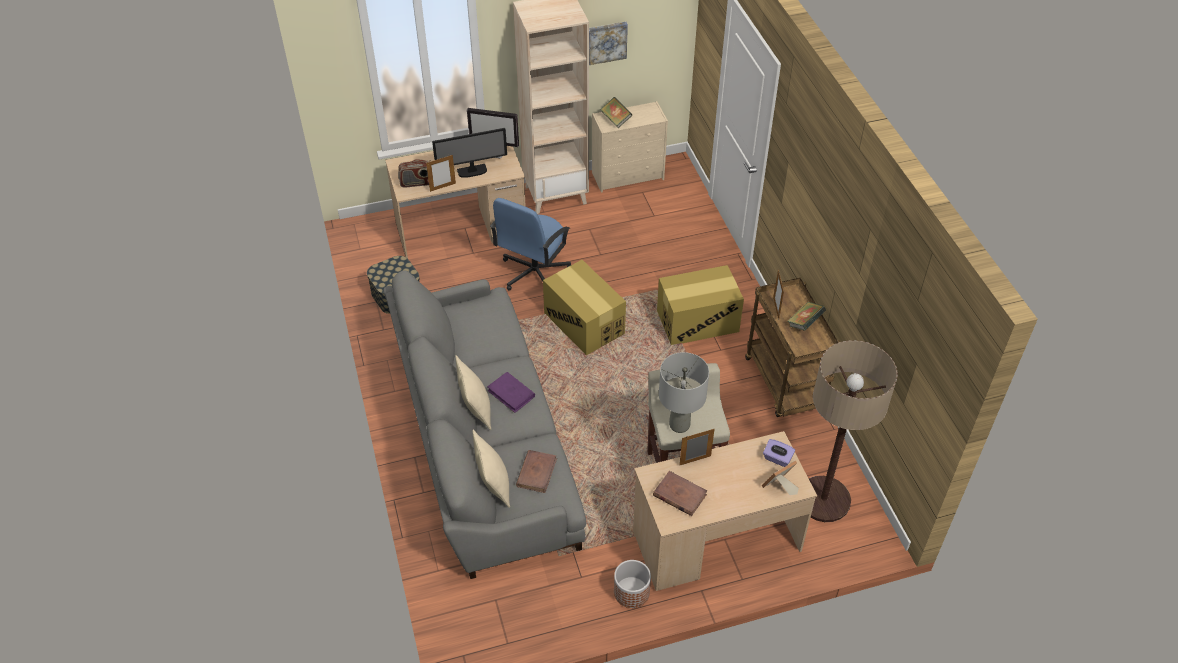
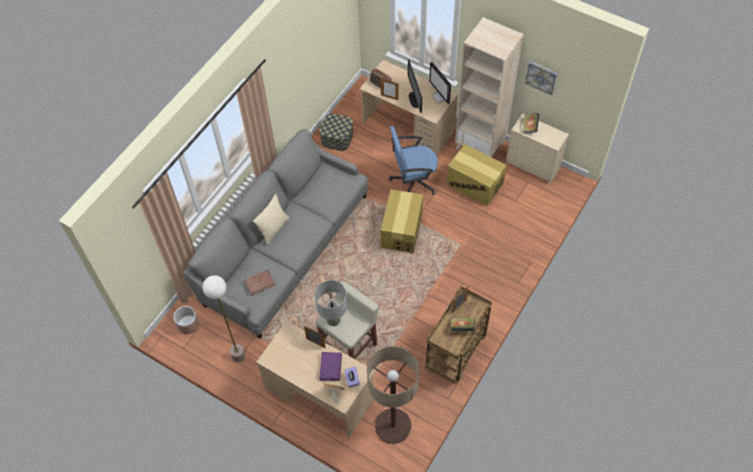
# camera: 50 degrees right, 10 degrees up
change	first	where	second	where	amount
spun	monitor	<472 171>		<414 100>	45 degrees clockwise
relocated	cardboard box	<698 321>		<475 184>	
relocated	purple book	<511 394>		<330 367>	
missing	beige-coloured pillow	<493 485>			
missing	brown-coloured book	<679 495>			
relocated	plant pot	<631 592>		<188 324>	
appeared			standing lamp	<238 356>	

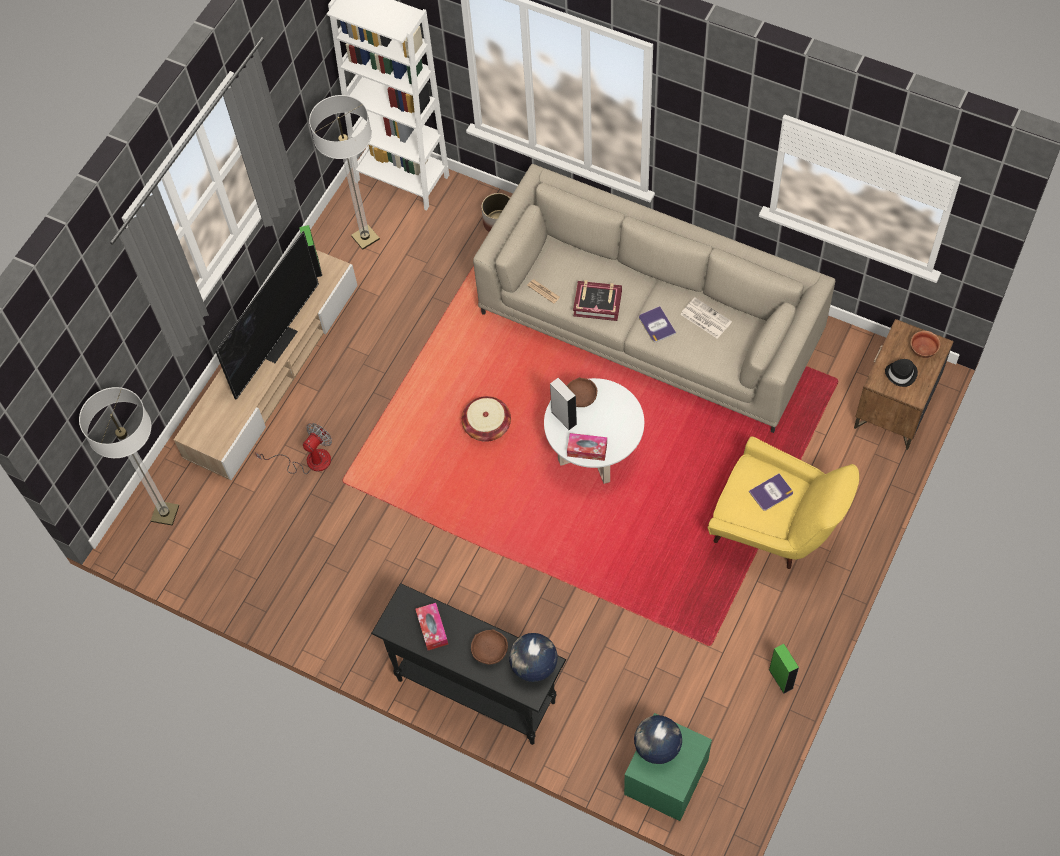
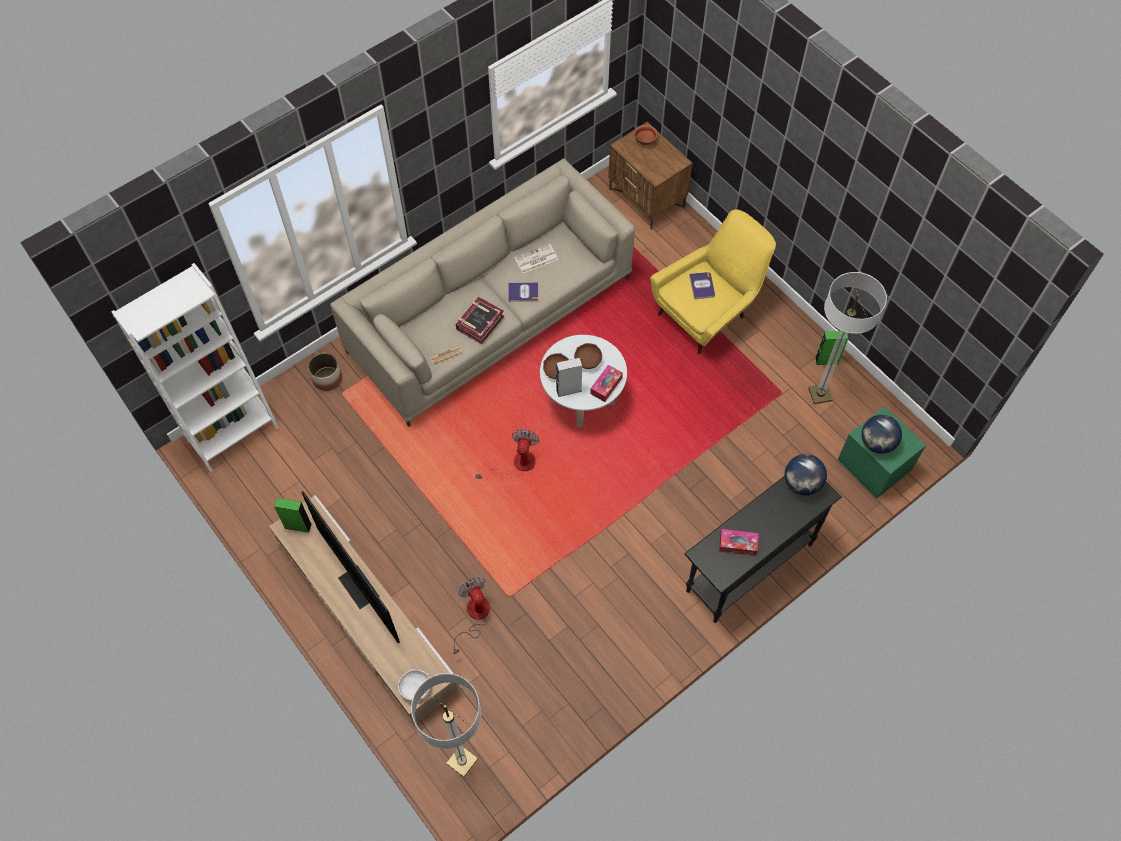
# camera: 70 degrees left, 0 degrees up
change	first	where	second	where	amount
relocated	standing lamp	<365 238>		<820 394>	
missing	blackish wearable hat	<901 374>			
exchanged	household basket	<487 426>	fan	<516 465>	
relocated	brown-coloured bowl	<490 651>		<588 360>	
appeared			white bowl	<415 687>	

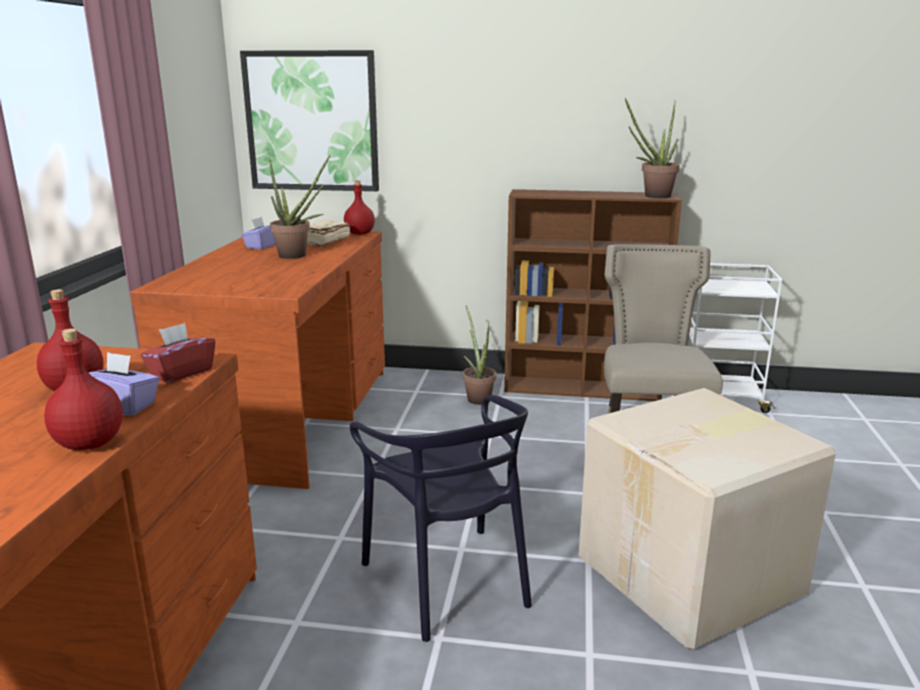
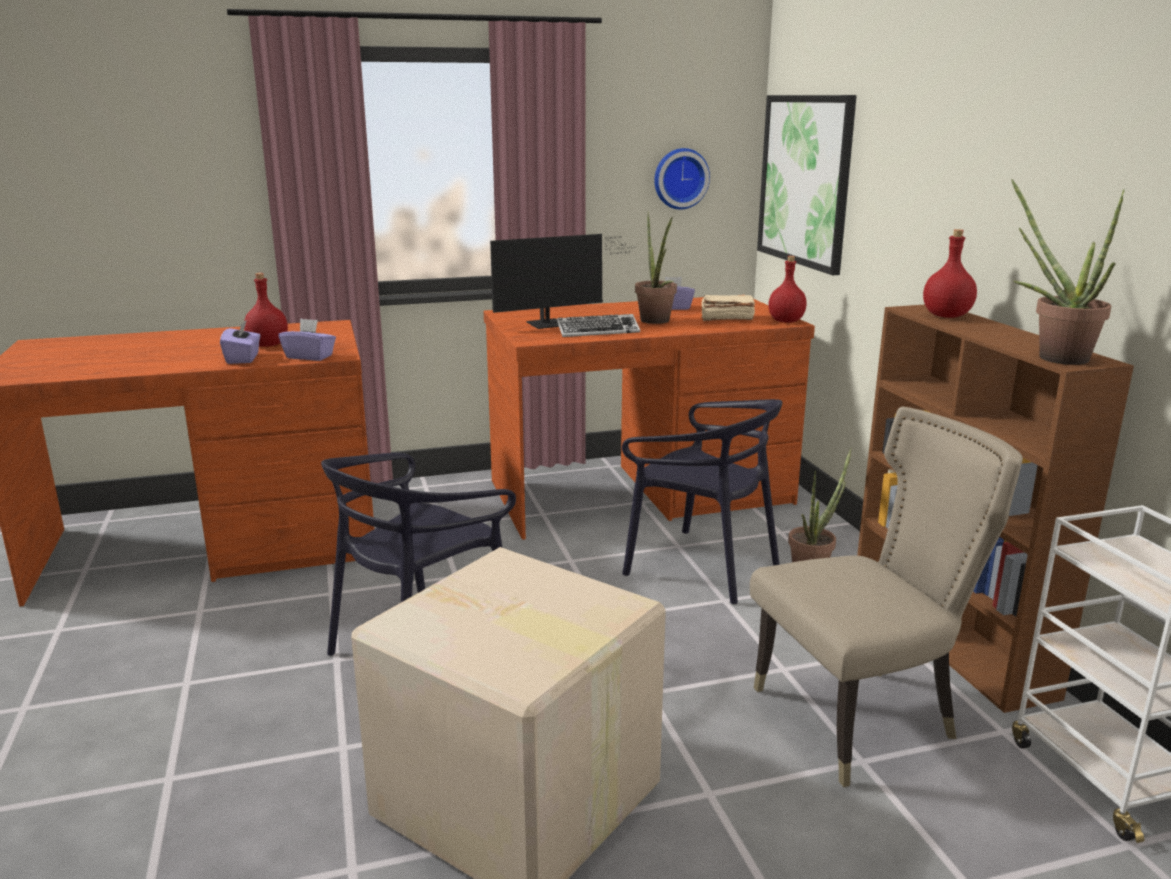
# camera: 65 degrees right, 0 degrees up
change	first	where	second	where	amount
colour	red-coloured tissue holder	<181 373>	purple tissue holder	<309 357>	
relocated	red-coloured bottle	<91 444>		<947 316>	
appeared			clock on the wall	<680 178>	
appeared			monitor	<553 324>	
appeared			keyboard	<598 331>	
appeared			blackish chair	<702 567>	

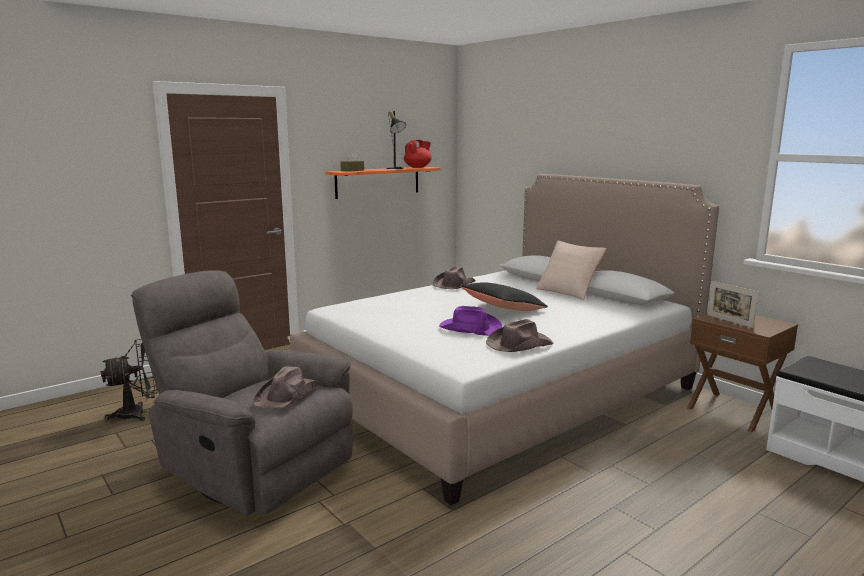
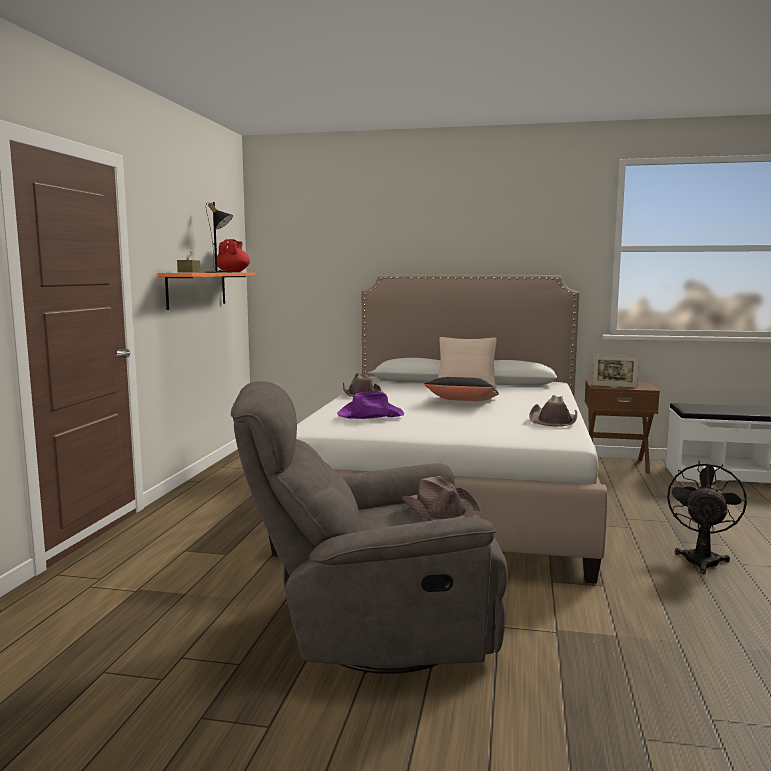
# camera: 40 degrees left, 5 degrees down
change	first	where	second	where	amount
relocated	purple wearable hat	<469 328>		<369 415>	
relocated	blackish fan	<138 413>		<701 558>	

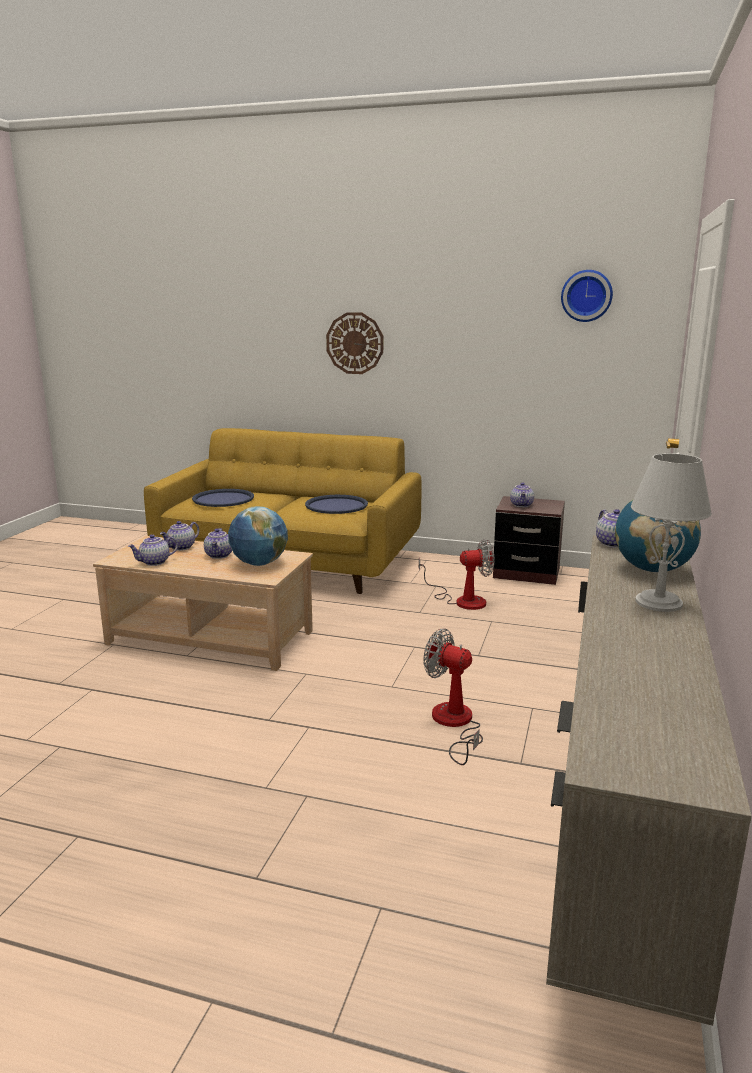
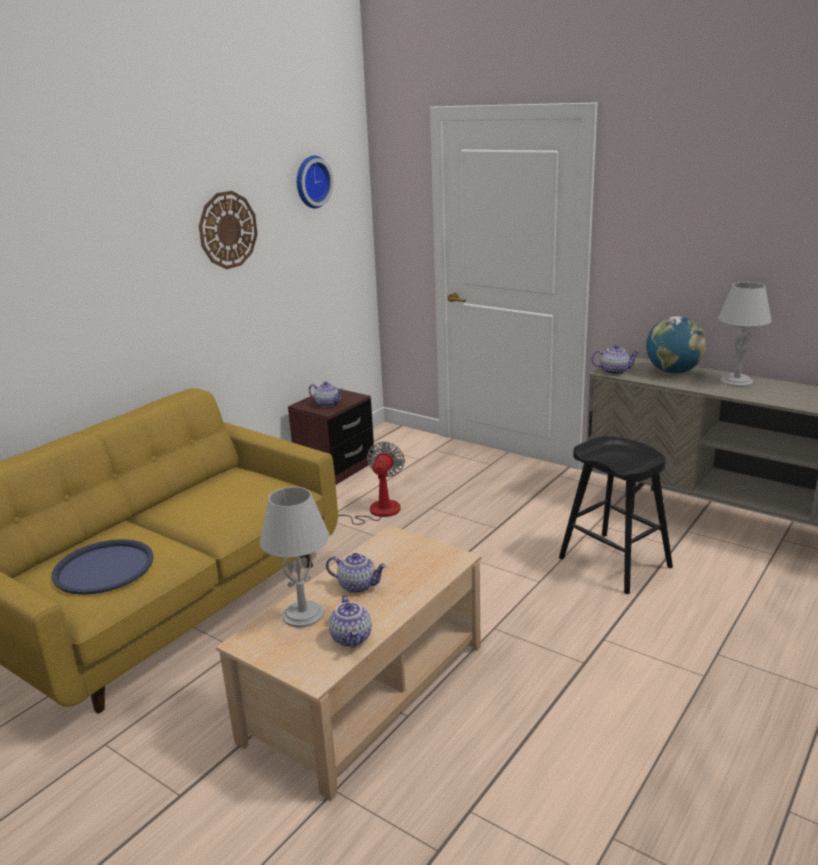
# camera: 70 degrees left, 5 degrees up
change	first	where	second	where	amount
relocated	clock on the wall	<355 343>		<228 230>	
missing	blue-coloured tray	<336 505>			
missing	world globe	<259 564>			
exchanged	teapot	<181 547>	greyish tabletop lamp	<303 614>	
exchanged	fan	<454 724>	blackish stool seat	<614 562>	

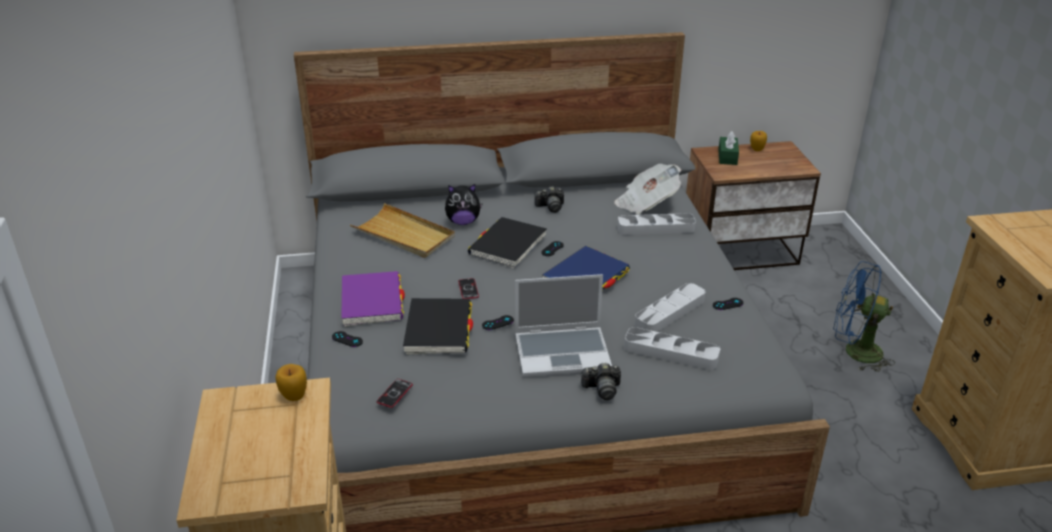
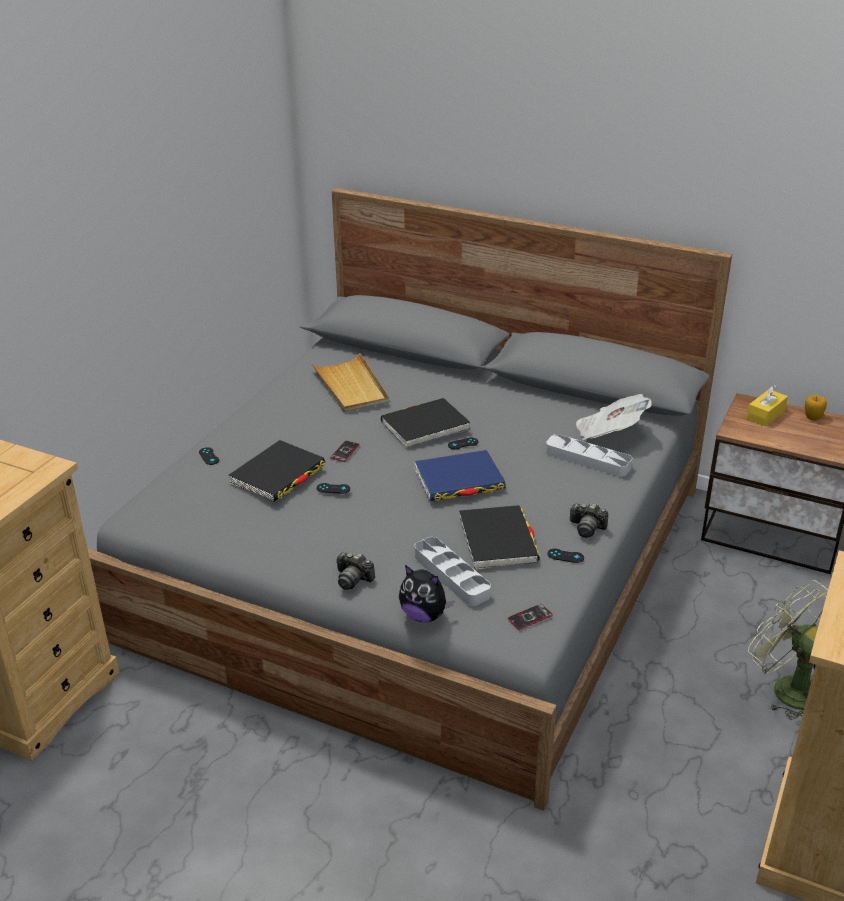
# camera: 35 degrees right, 0 degrees up
change	first	where	second	where	amount
colour	green tissue holder	<727 157>	yellowish tissue holder	<765 415>	
relocated	soft toy	<463 222>		<424 615>	
relocated	photo camera	<550 207>		<587 528>	
colour	blue-coloured fan	<854 352>	green fan	<786 688>	
missing	purple book	<372 302>			
missing	laptop	<563 352>			
exchanged	greyish tray	<670 312>	blackish book	<498 541>	
missing	whole apple	<294 396>			
relocated	handset	<394 393>		<530 617>	

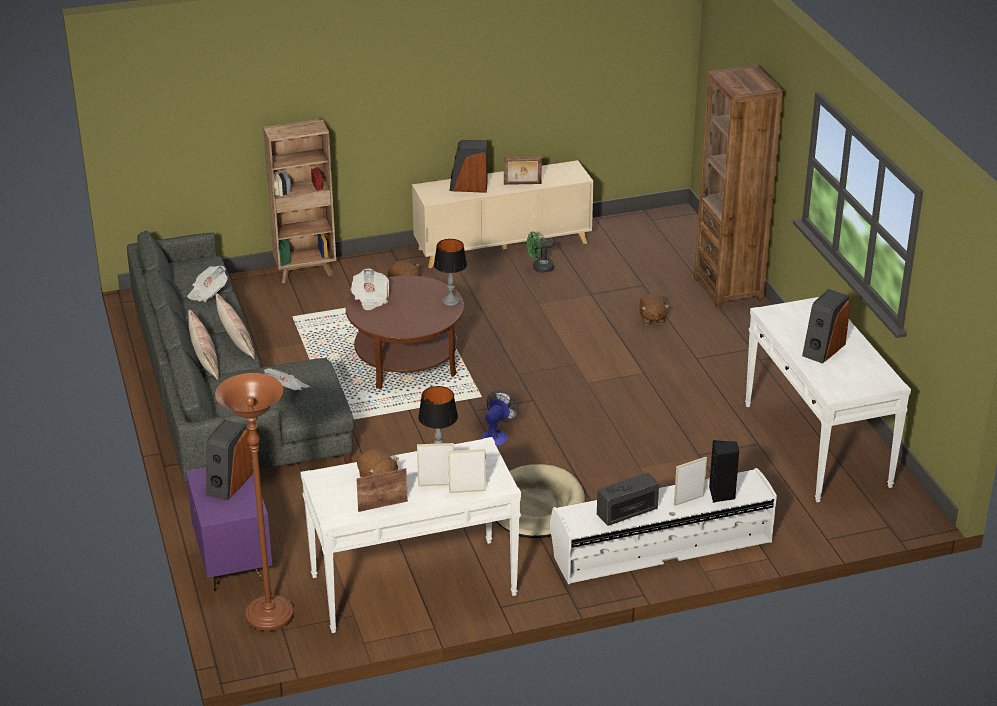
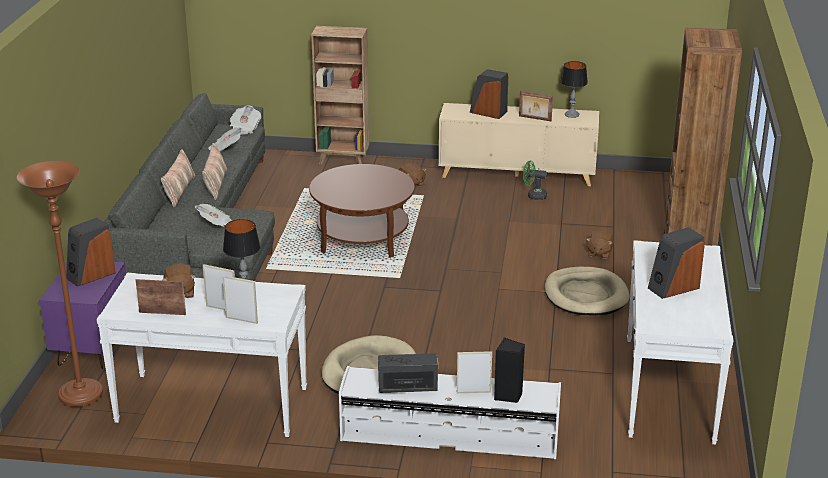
# camera: 25 degrees right, 5 degrees down
change	first	where	second	where	amount
relocated	tabletop lamp	<451 301>		<572 115>	
relocated	newspaper	<370 299>		<244 129>	
missing	fan	<497 435>			
appeared			beige-coloured pet bed	<585 295>	

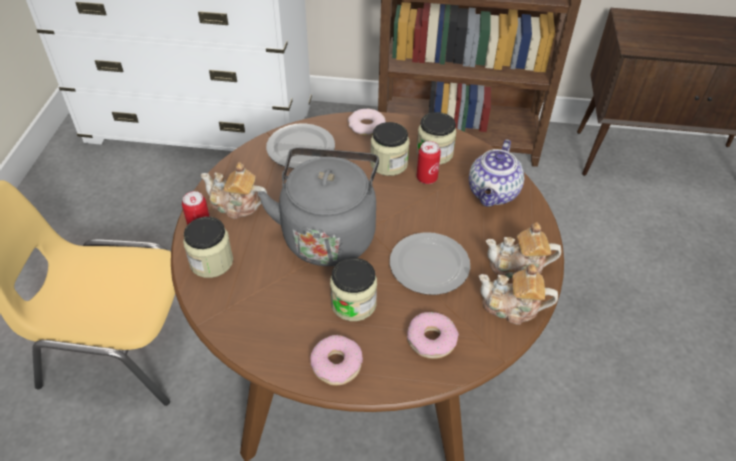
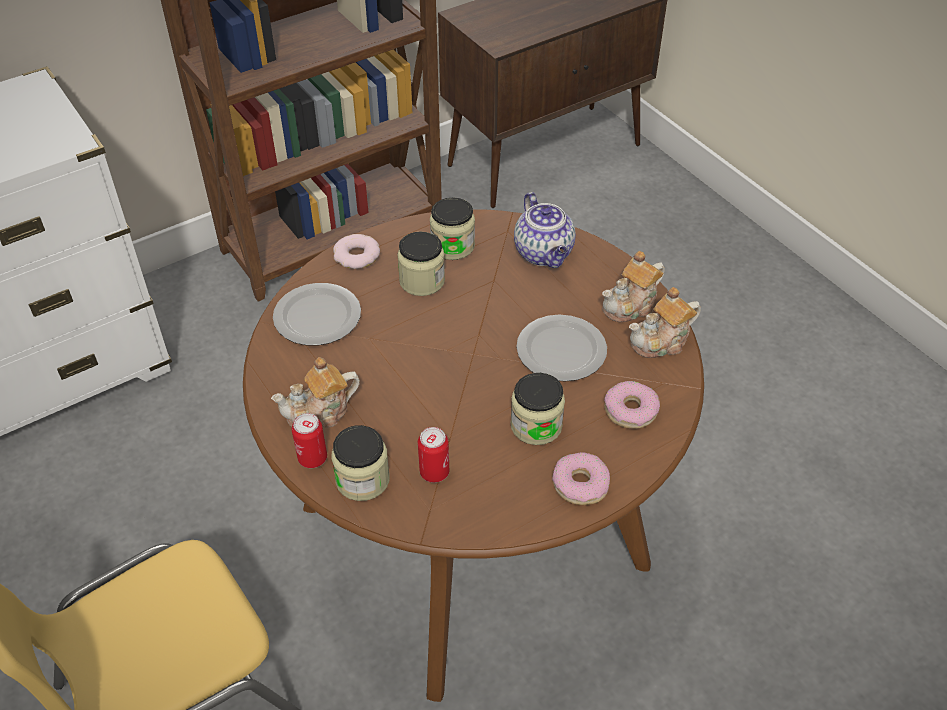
# camera: 40 degrees left, 0 degrees up
change	first	where	second	where	amount
relocated	sealed can	<426 178>		<434 472>	
missing	greyish kettle	<328 233>			

